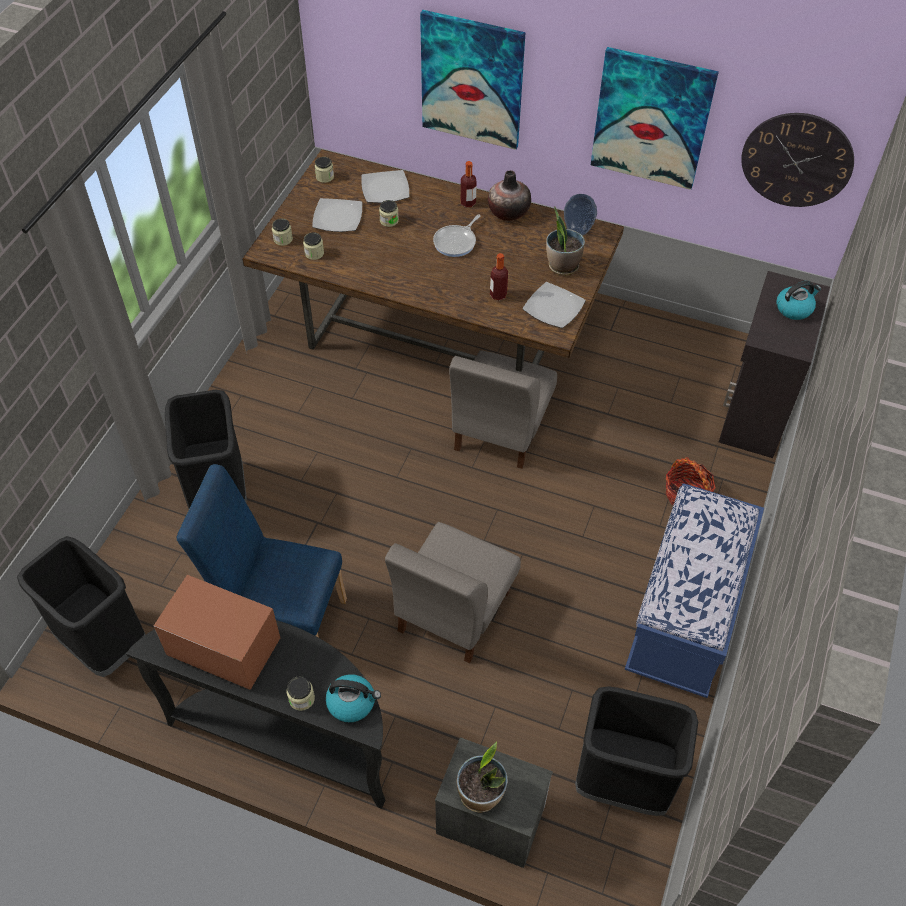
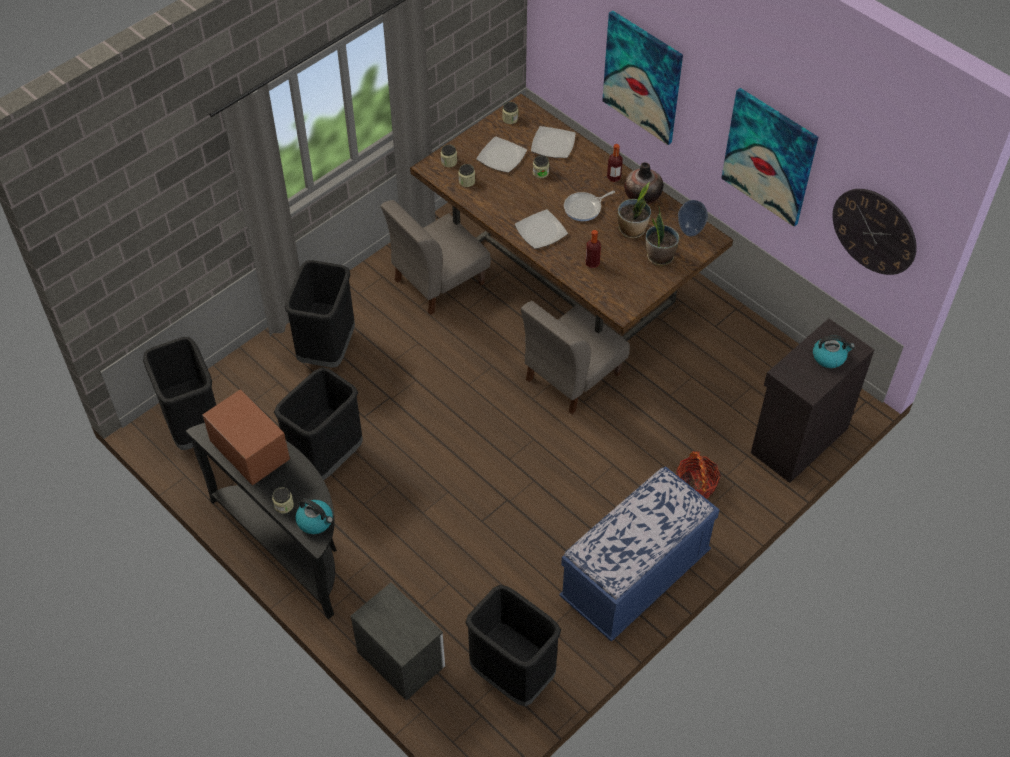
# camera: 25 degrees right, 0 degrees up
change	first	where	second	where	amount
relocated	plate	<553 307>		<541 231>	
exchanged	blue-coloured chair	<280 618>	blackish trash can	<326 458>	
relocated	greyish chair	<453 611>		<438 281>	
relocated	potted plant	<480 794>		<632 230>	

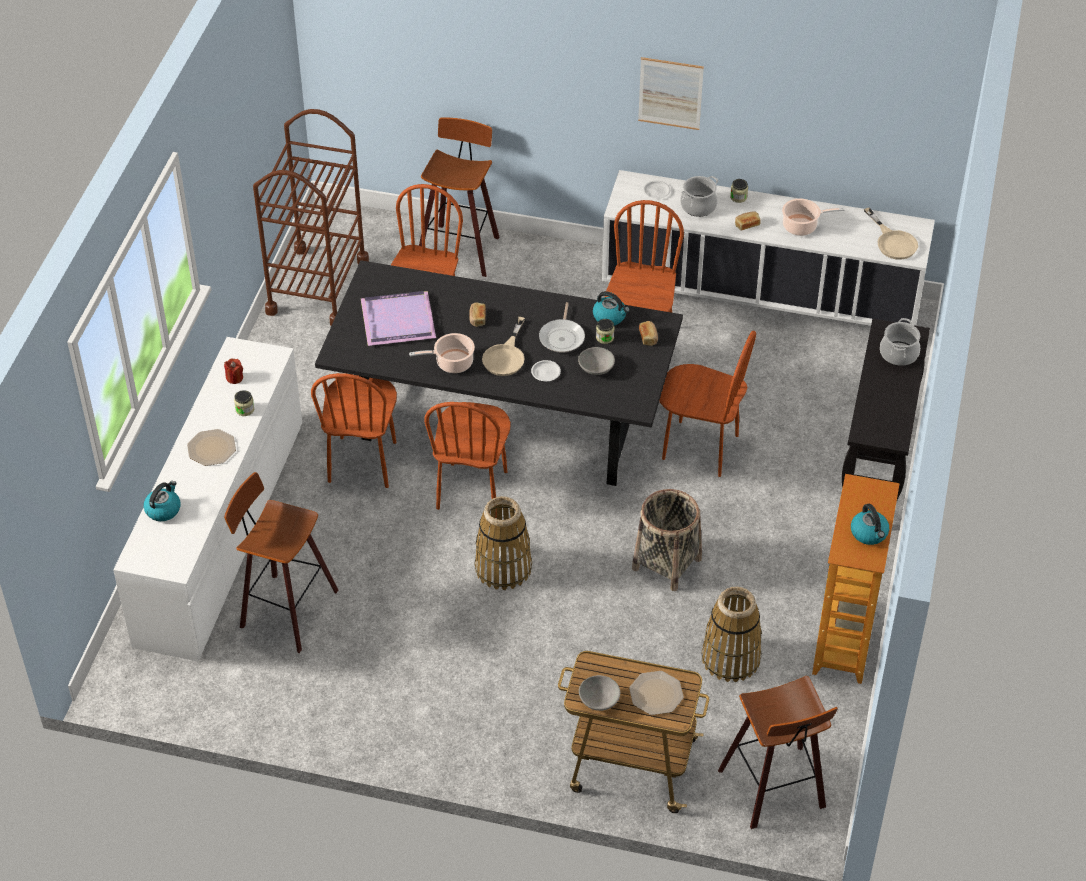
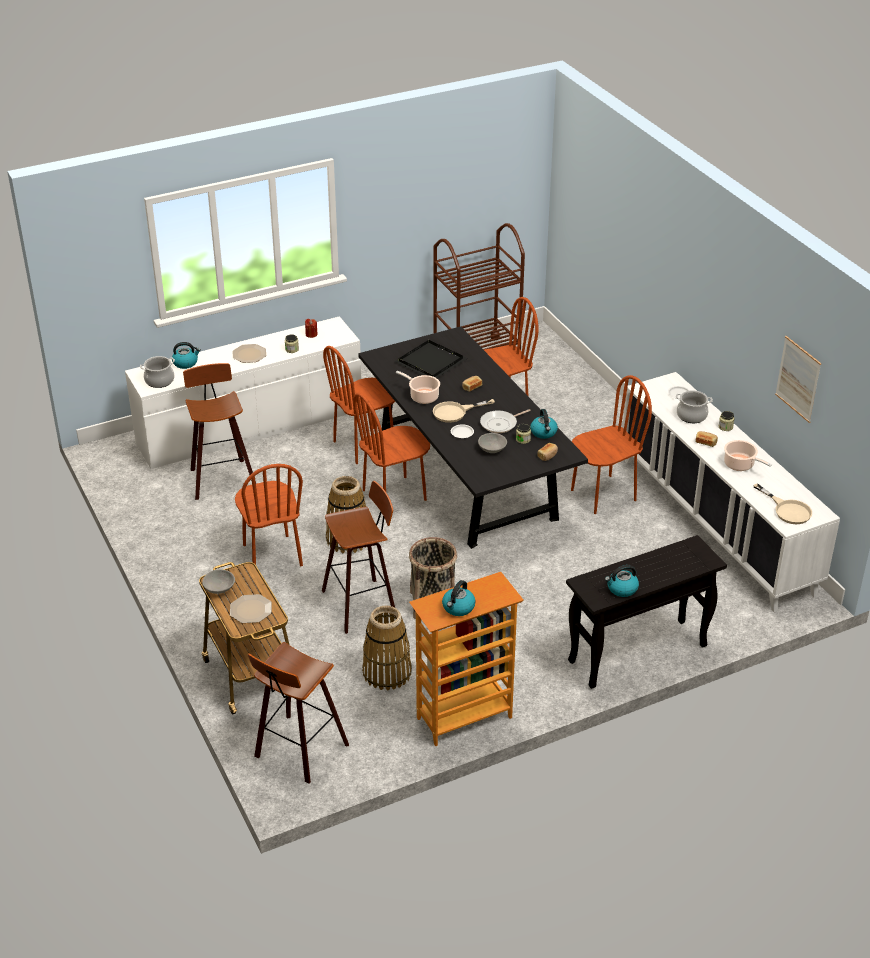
# camera: 50 degrees right, 10 degrees down
change	first	where	second	where	amount
relocated	picture	<670 93>		<798 379>	
relocated	stool seat	<460 248>		<361 603>	
spun	beige-coloured pan	<893 242>		<787 510>	60 degrees counterclockwise
colour	purple tray	<399 319>	blackish tray	<432 362>	
relocated	cooking pot	<898 354>		<159 381>	
relocated	brown-coloured chair	<700 448>		<272 555>	
appeared			kettle	<621 589>	

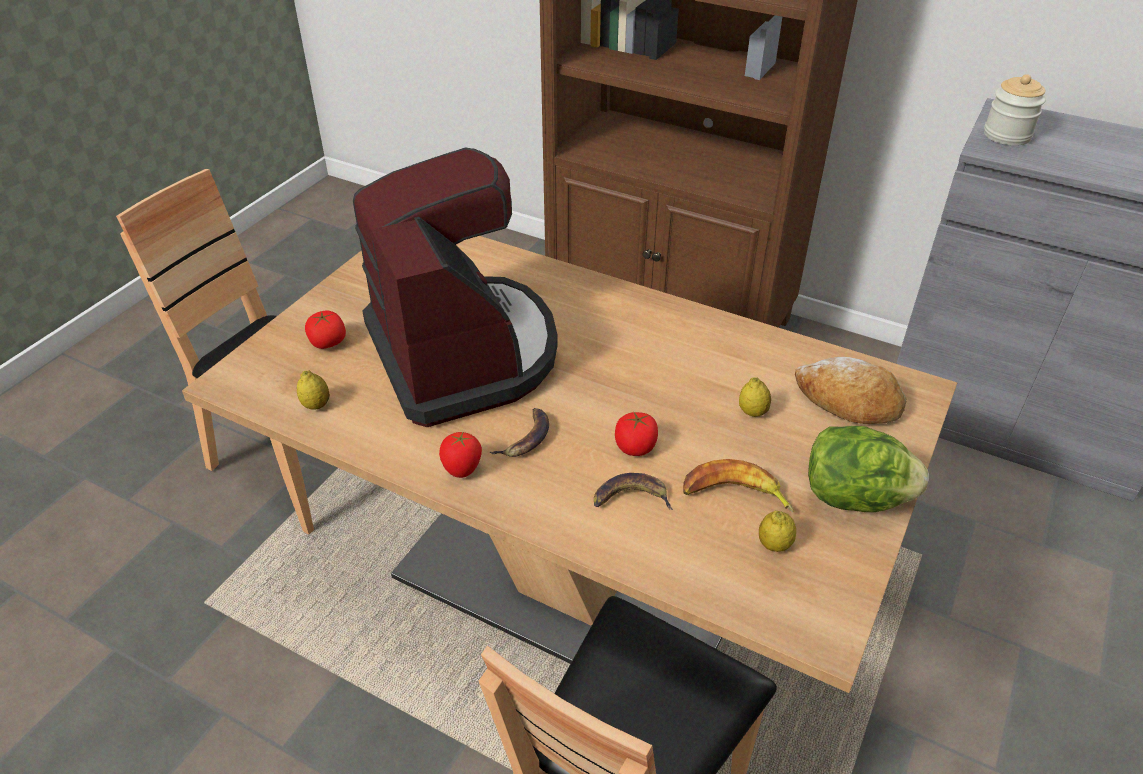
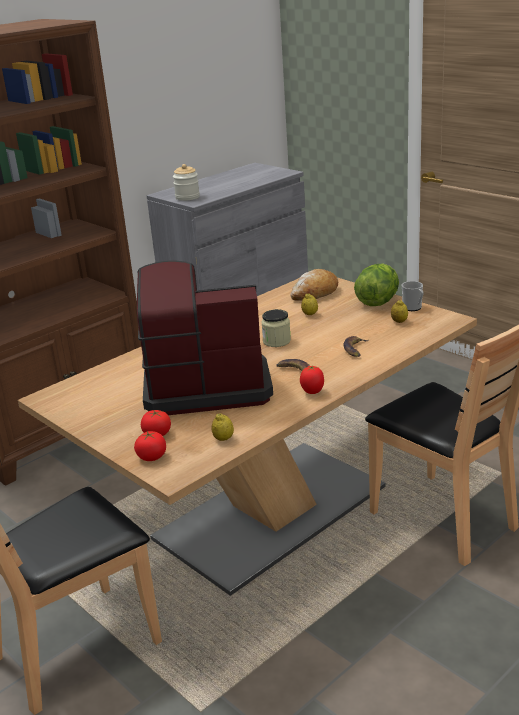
# camera: 70 degrees left, 15 degrees down
change	first	where	second	where	amount
relocated	fresh tomato	<635 447>		<152 456>	
missing	whole banana	<734 495>			
appeared			coffee mug	<413 308>	
appeared			preserve jar	<276 341>	

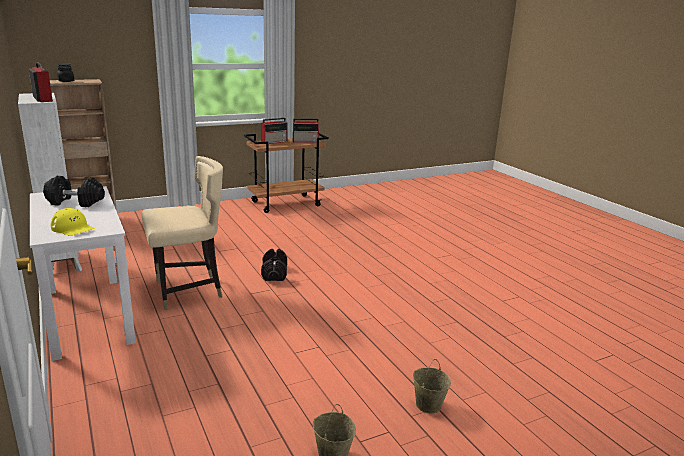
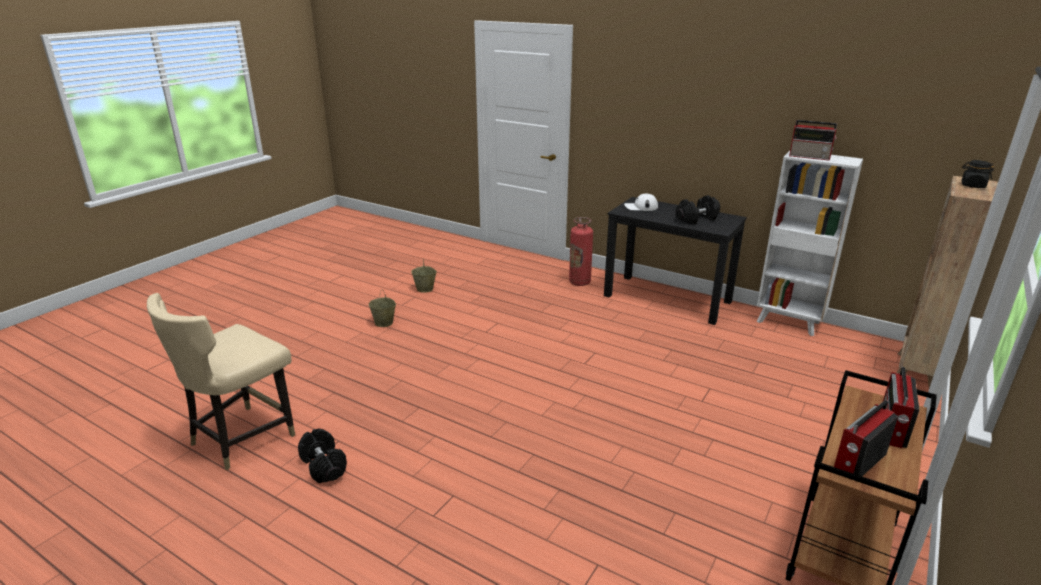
# camera: 150 degrees right, 5 degrees up
change	first	where	second	where	amount
relocated	beige-coloured chair	<188 291>		<242 437>	
colour	white desk unit	<88 314>	blackish desk unit	<667 299>	
colour	yellowish baseball cap	<73 228>	white baseball cap	<640 207>	
relocated	blackish free weight	<274 273>		<324 465>	
appeared			extinguisher	<579 282>	

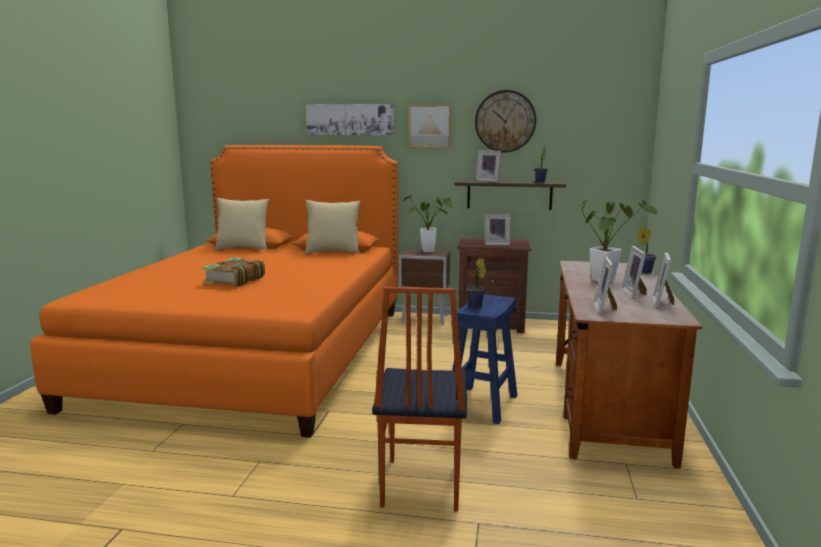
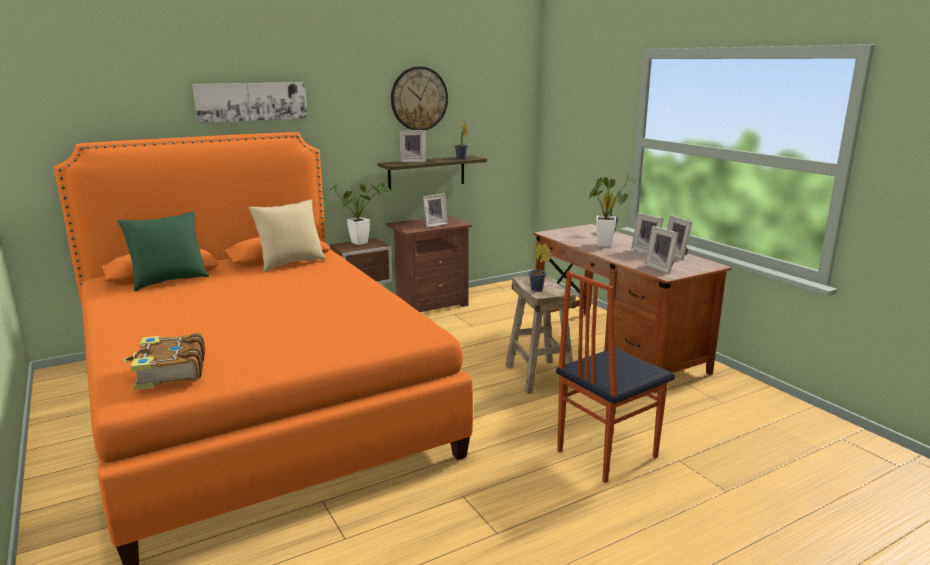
# camera: 40 degrees left, 5 degrees up
change	first	where	second	where	amount
missing	picture	<430 126>			
colour	beige-coloured pillow	<243 249>	green pillow	<169 281>	
relocated	book	<234 280>		<170 372>	
spun	chair	<420 484>		<605 453>	90 degrees clockwise
colour	blue-coloured stool seat	<481 403>	beige-coloured stool seat	<538 375>	

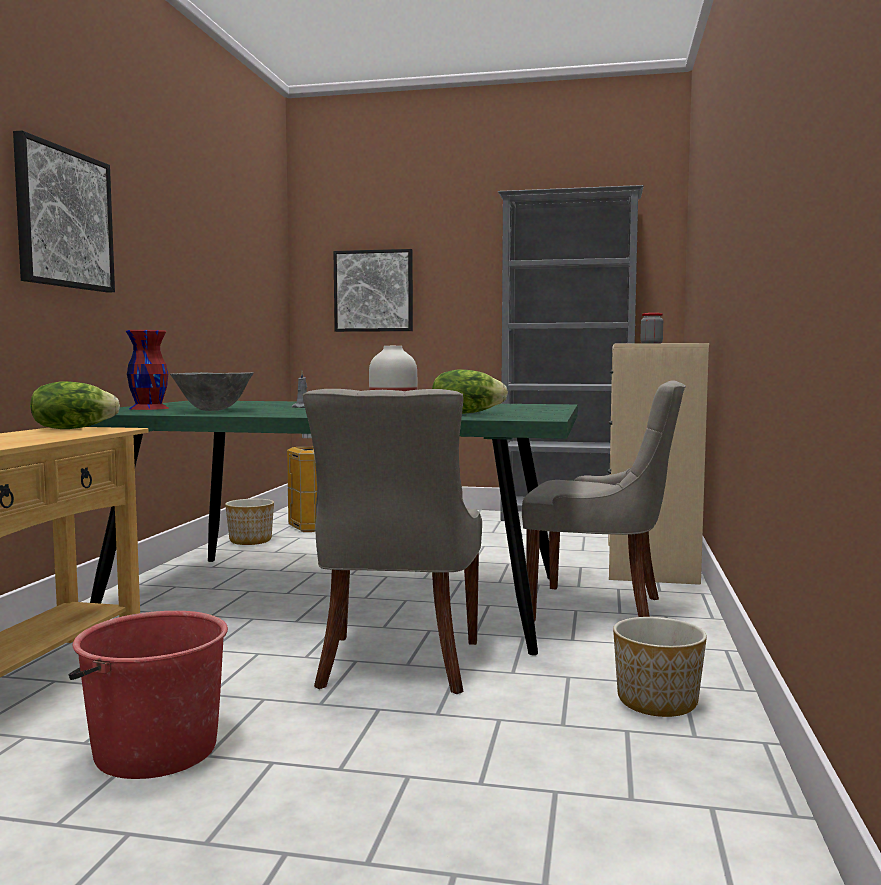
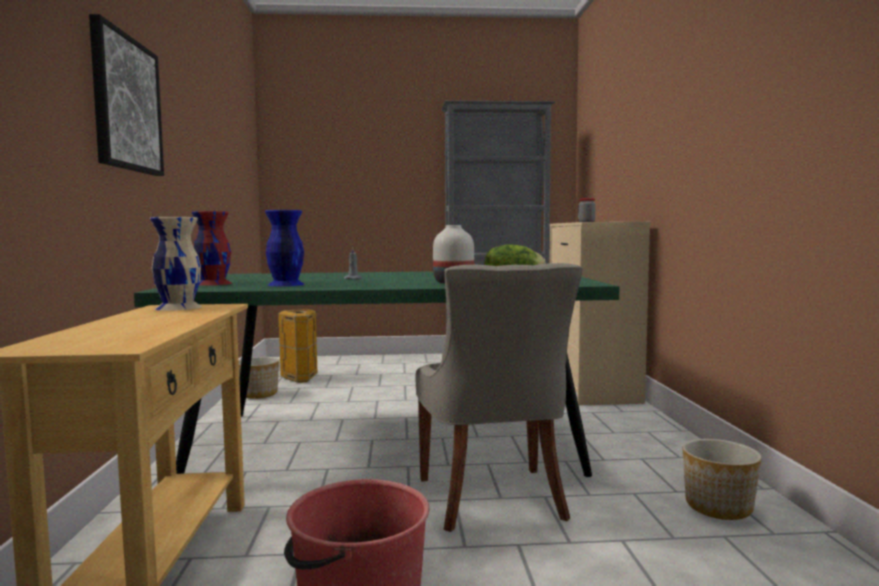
# camera: 15 degrees left, 0 degrees up
change	first	where	second	where	amount
missing	picture	<373 291>			
exchanged	greyish bowl	<213 410>	blue-coloured decorative vase	<285 284>	
missing	greyish chair	<600 609>			
exchanged	head of lettuce	<73 429>	beige-coloured decorative vase	<178 307>	

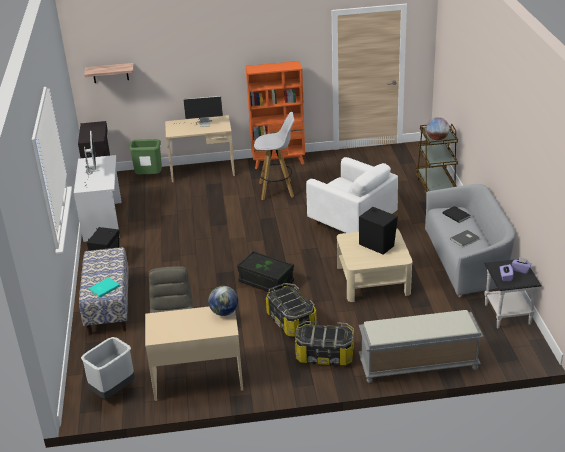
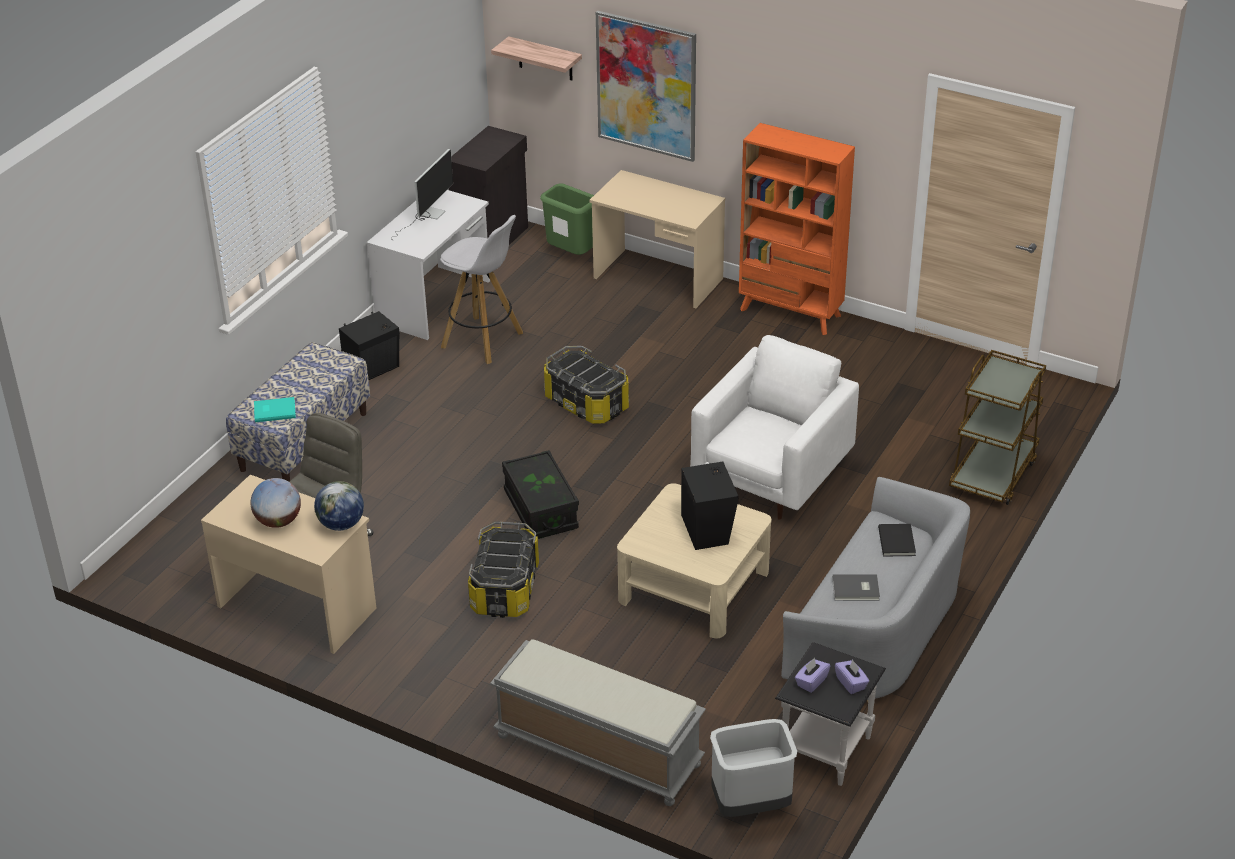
# camera: 35 degrees right, 5 degrees up
change	first	where	second	where	amount
missing	monitor	<201 124>			
relocated	white stool seat	<277 190>		<483 340>	
relocated	world globe	<437 139>		<278 521>	
spun	white armchair	<351 224>		<772 477>	135 degrees counterclockwise
relocated	storage bin	<325 355>		<586 403>	
relocated	greyish trash can	<113 390>		<750 806>	
appeared			picture	<646 86>	

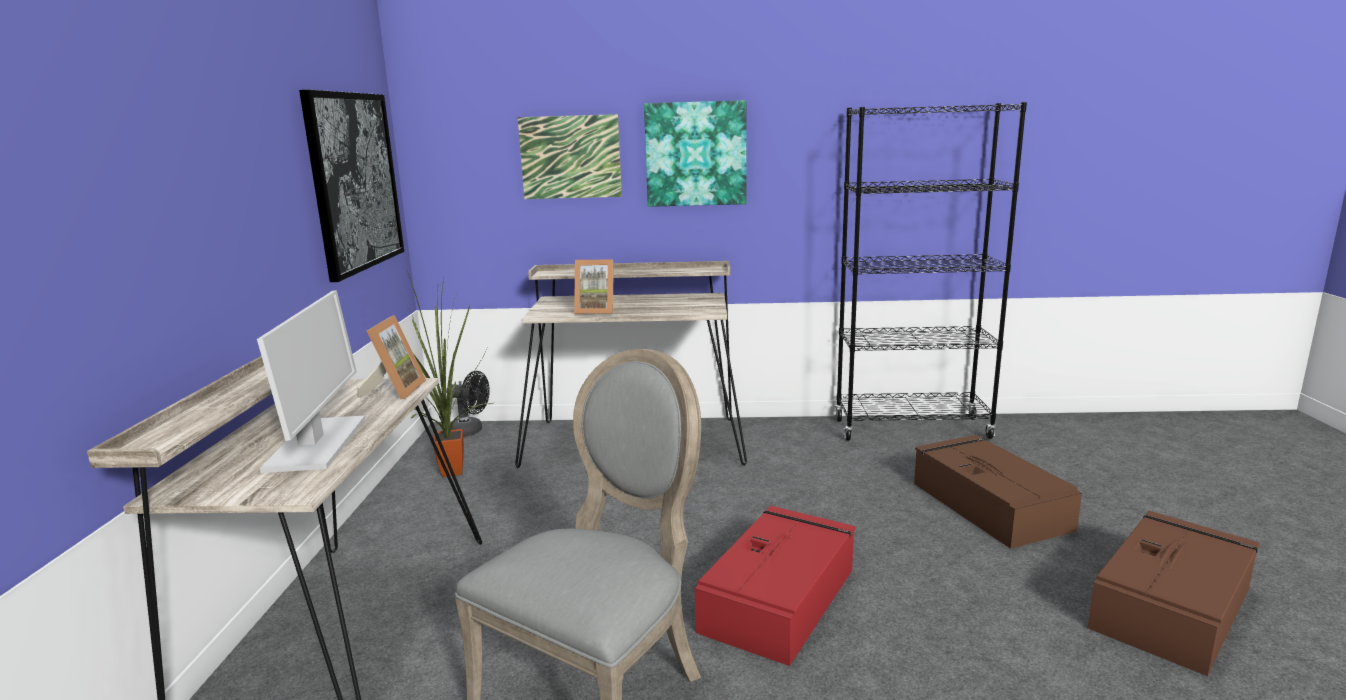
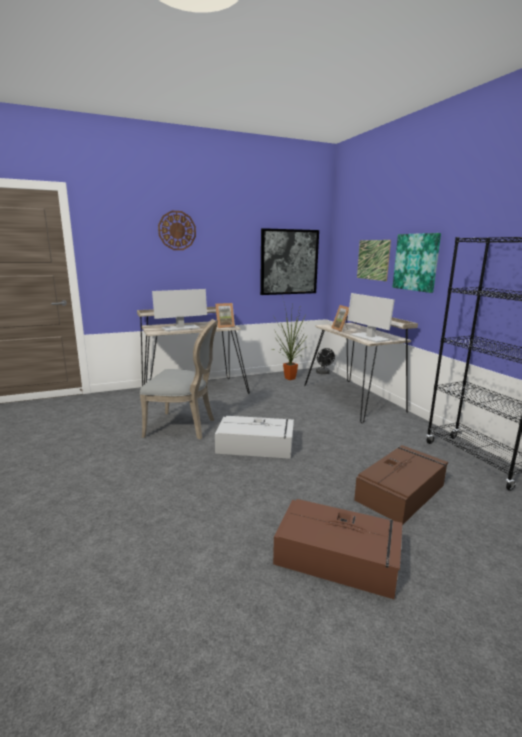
# camera: 65 degrees right, 0 degrees up
change	first	where	second	where	amount
colour	red-coloured storage bin	<779 598>	greyish storage bin	<256 446>	
appeared			clock on the wall	<177 230>	
appeared			monitor	<368 337>	

